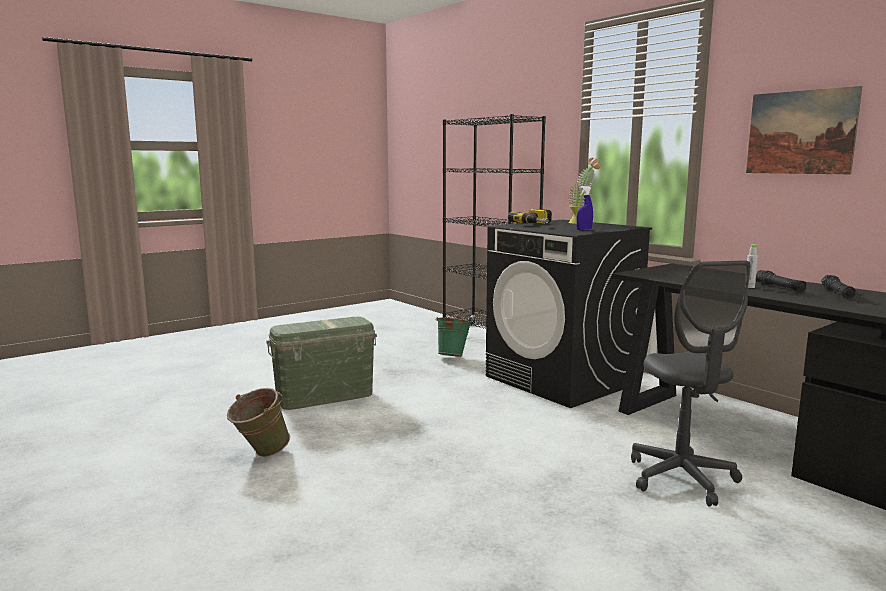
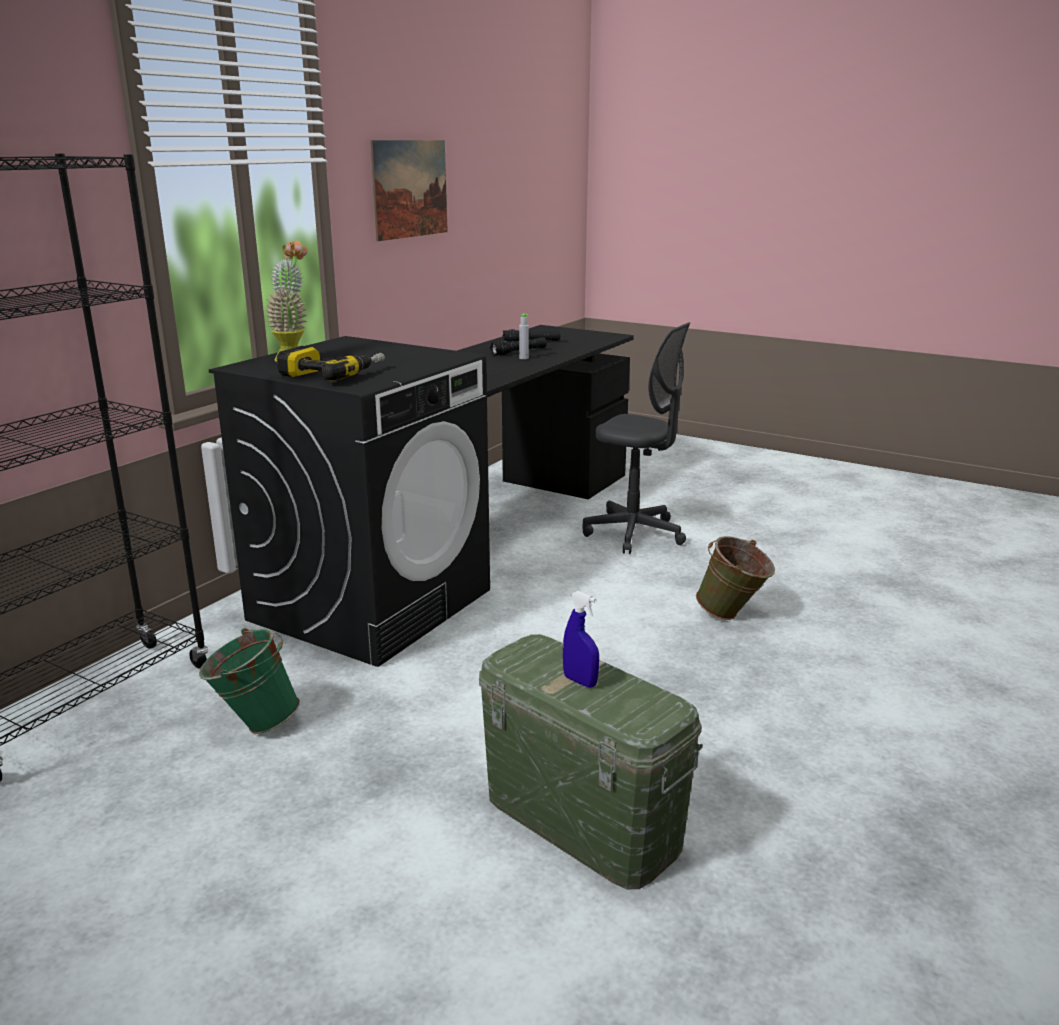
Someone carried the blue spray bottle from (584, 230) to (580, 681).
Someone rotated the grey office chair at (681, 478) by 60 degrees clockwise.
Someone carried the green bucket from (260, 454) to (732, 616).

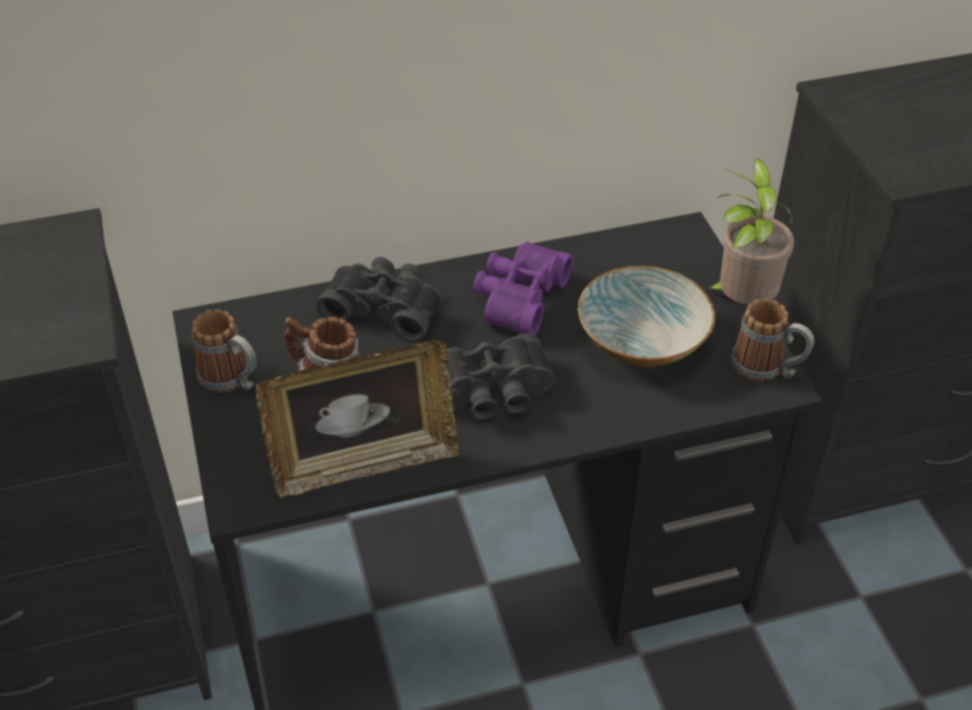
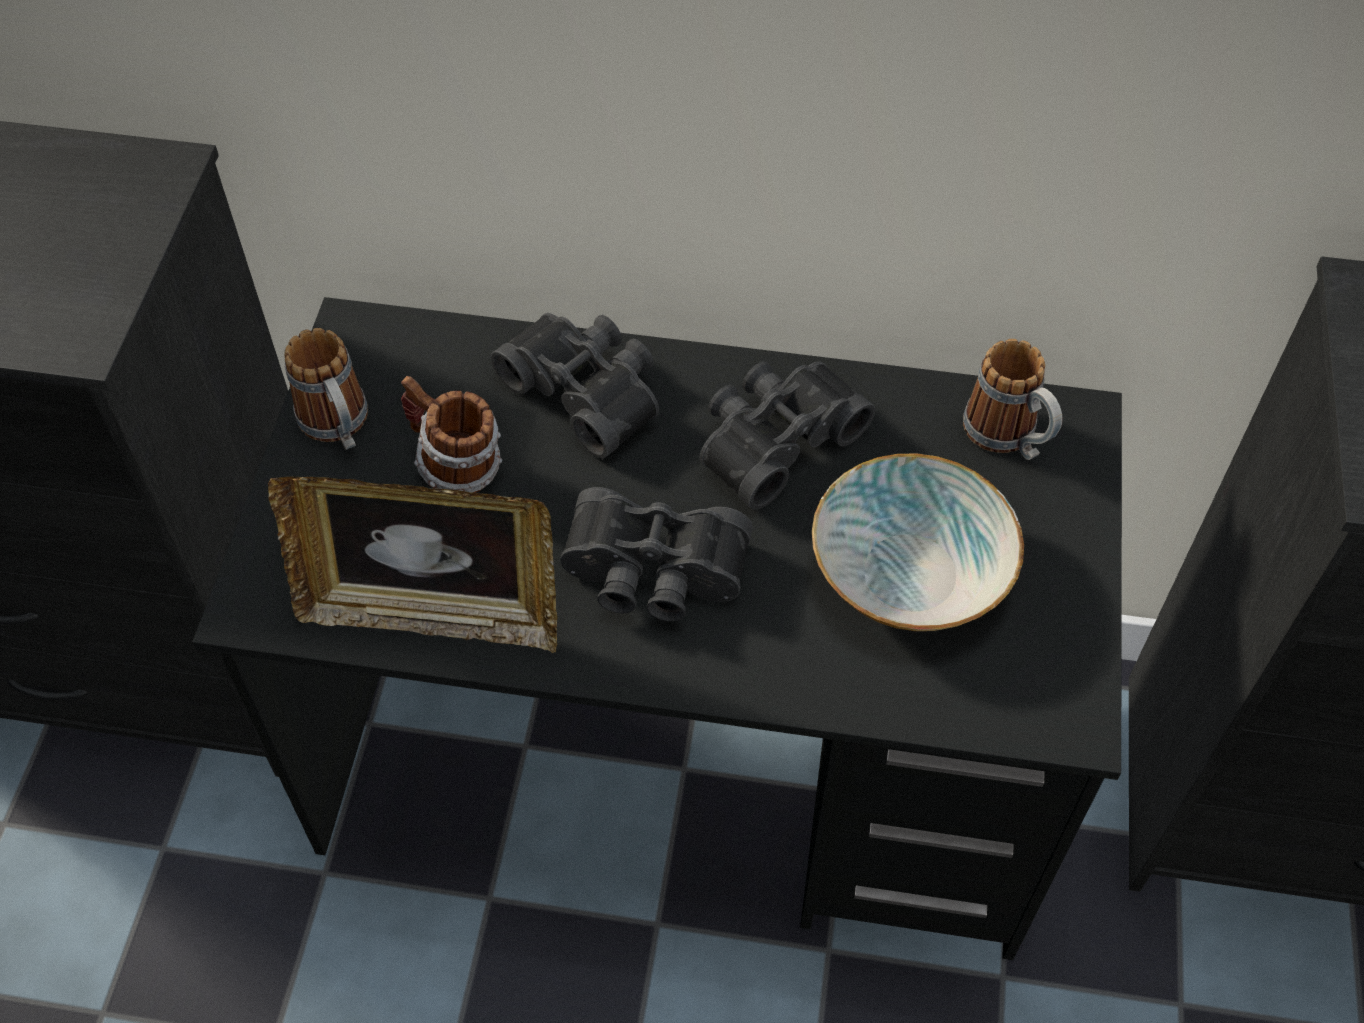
Someone took away the potted plant at (741, 302).
Someone repainted the purple binoculars at (517, 298), which became the black binoculars at (774, 439).
Someone carried the mug from (767, 370) to (1008, 438).

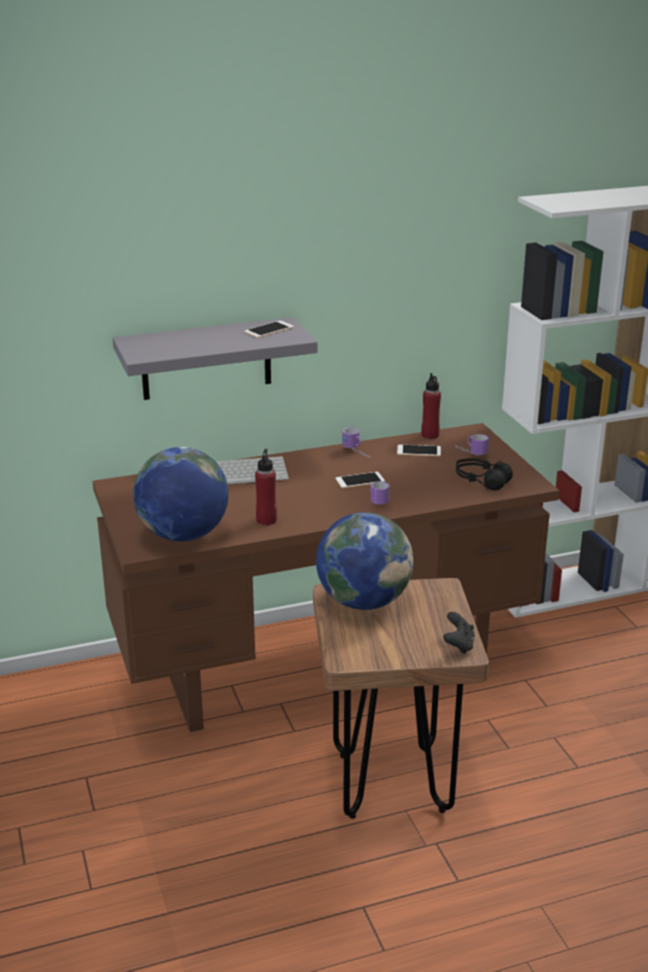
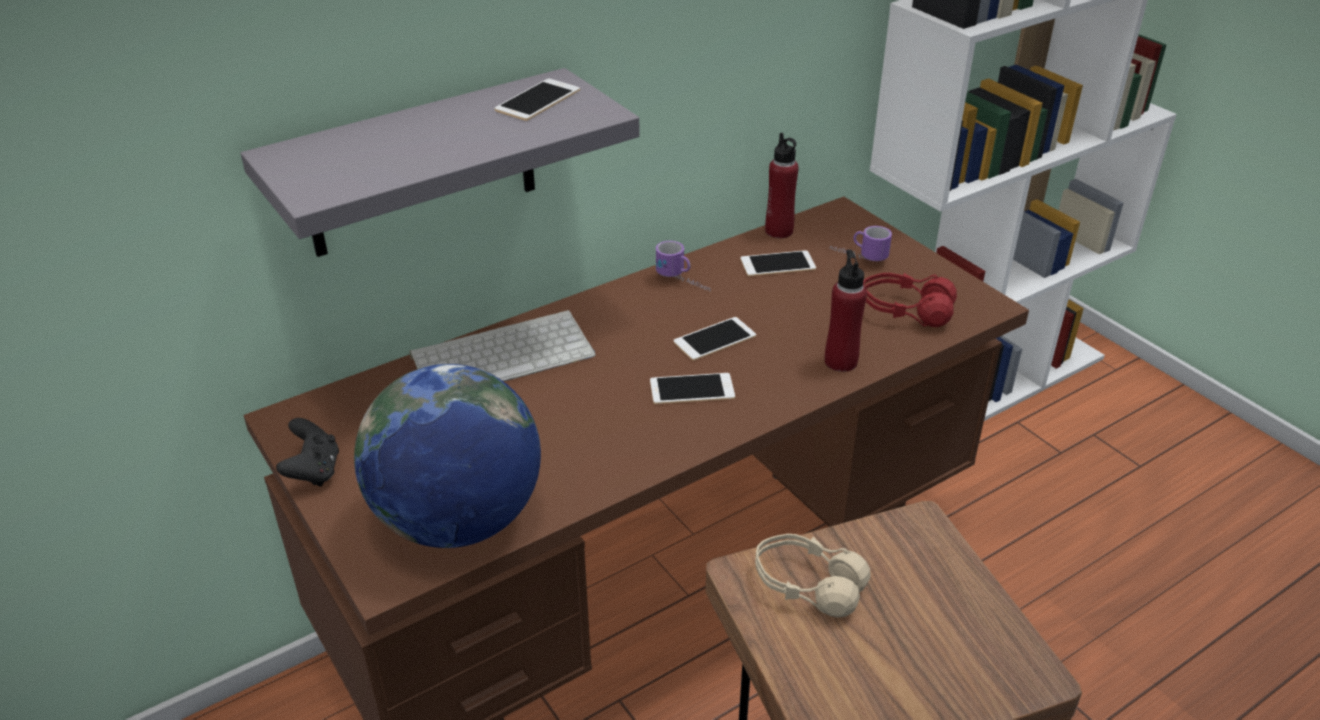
Someone carried the red bottle from (266, 520) to (841, 361).
Someone repainted the black headphones at (481, 481), which became the red headphones at (905, 311).
Someone took away the mug at (376, 500).
Someone swapped the globe at (363, 601) for the beige headphones at (807, 586).
Someone carried the black game controller from (458, 645) to (314, 471).
Someone put down the phone at (692, 389).

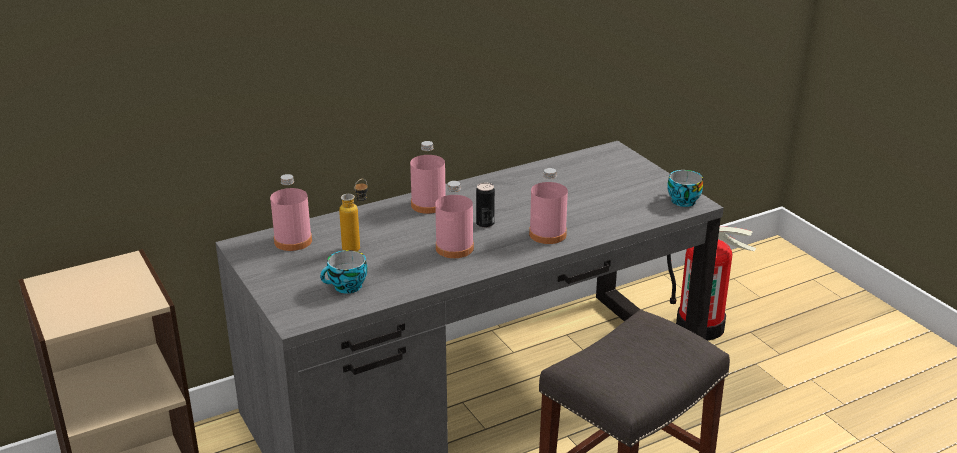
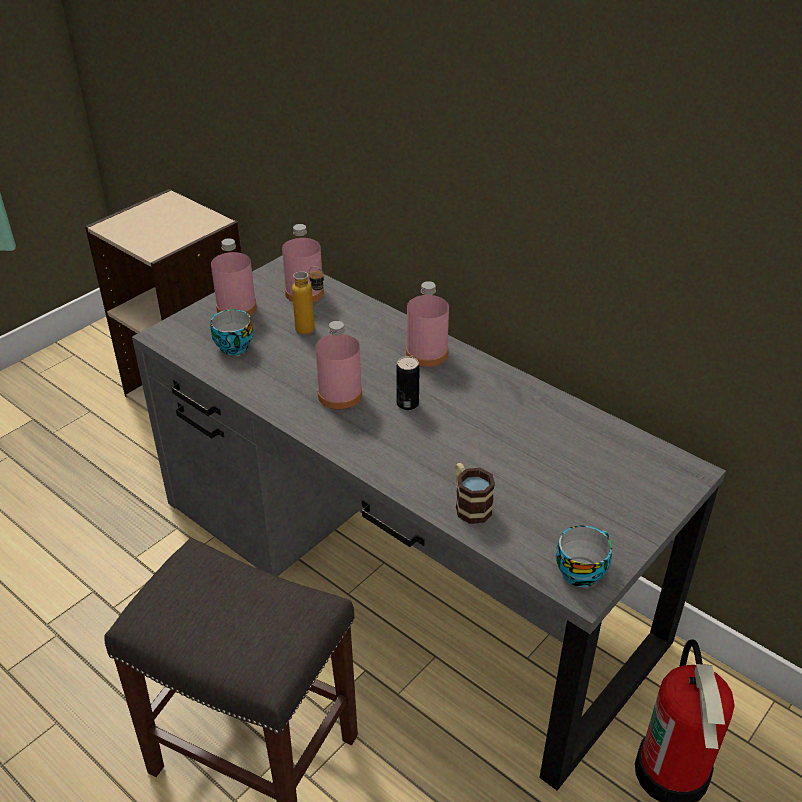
Someone carried the pink bottle from (547, 234) to (236, 308).
Someone put down the mug at (469, 505).

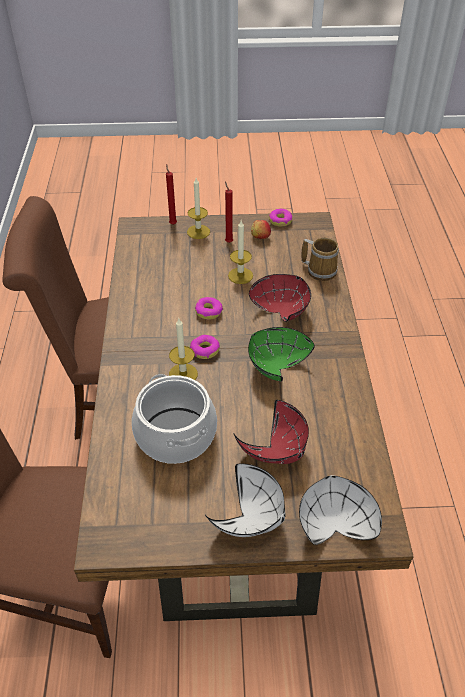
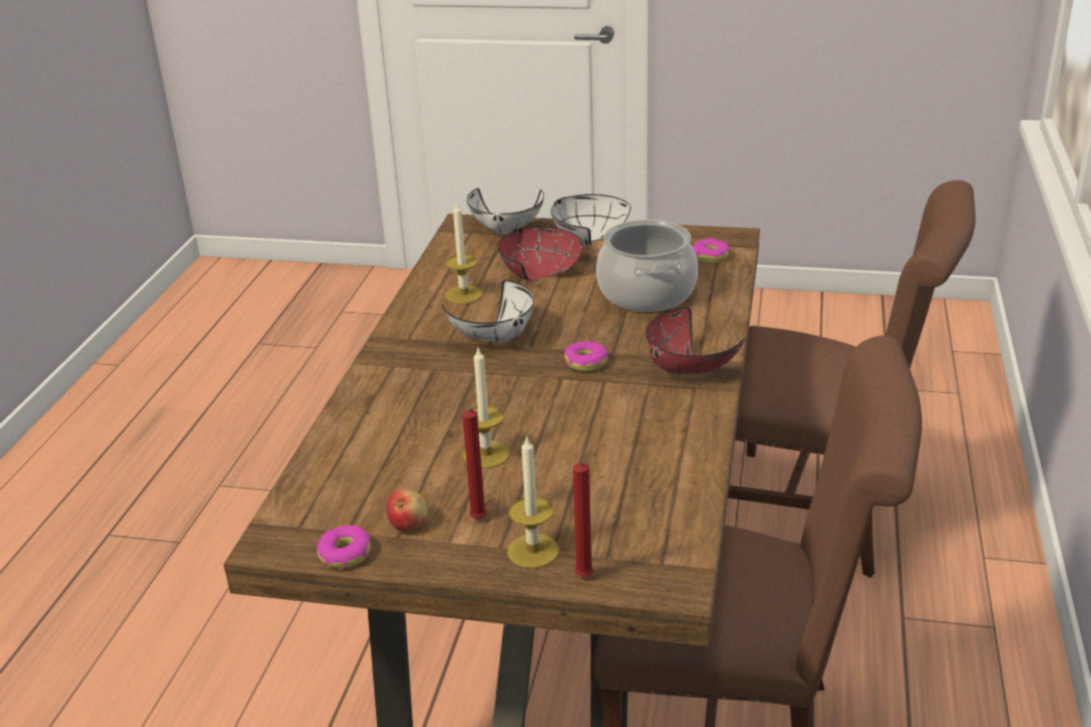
Someone took away the mug at (320, 270).
Someone carried the red bowl from (282, 309) to (686, 370).
Someone carried the donut from (209, 312) to (710, 256).
Someone carried the candle from (183, 374) to (464, 295).
Someone repainted the green bowl at (274, 366), which became the white bowl at (497, 338).

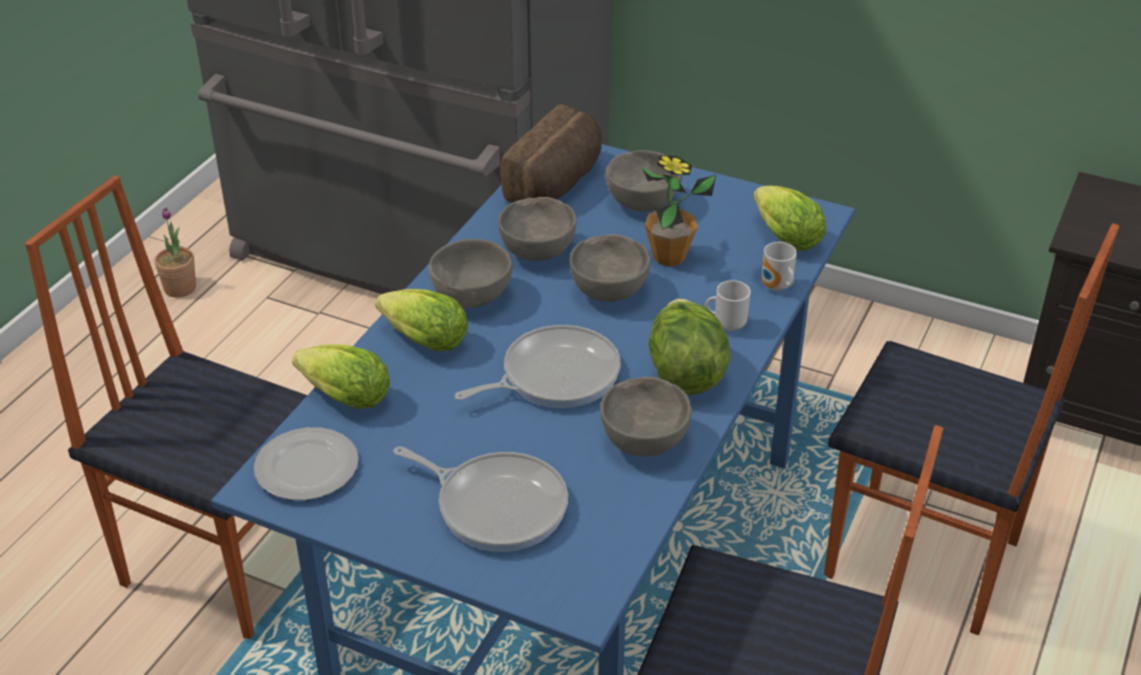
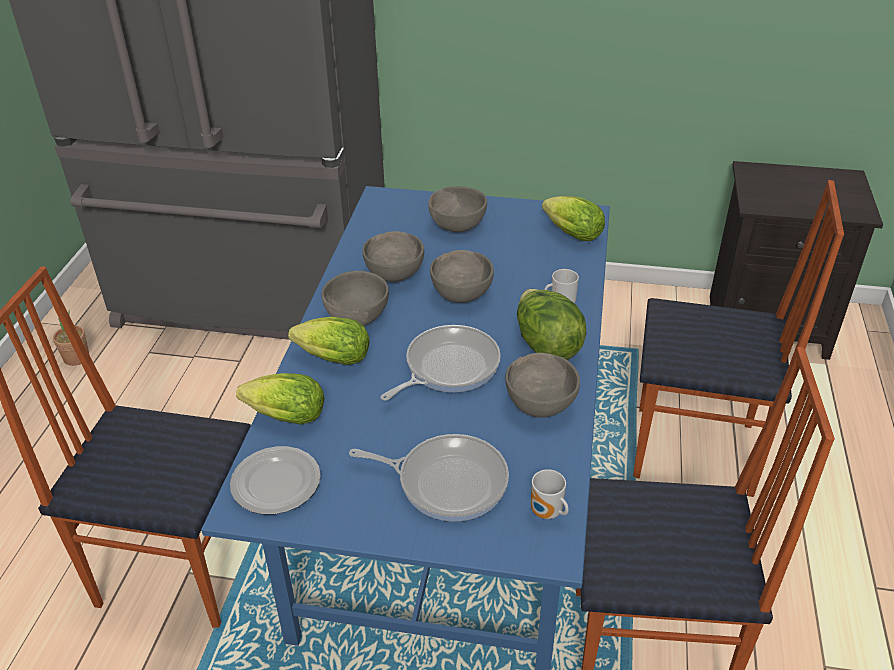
Someone took away the bread at (557, 183).
Someone took away the potted plant at (669, 257).
Someone carried the mug from (776, 287) to (547, 514).

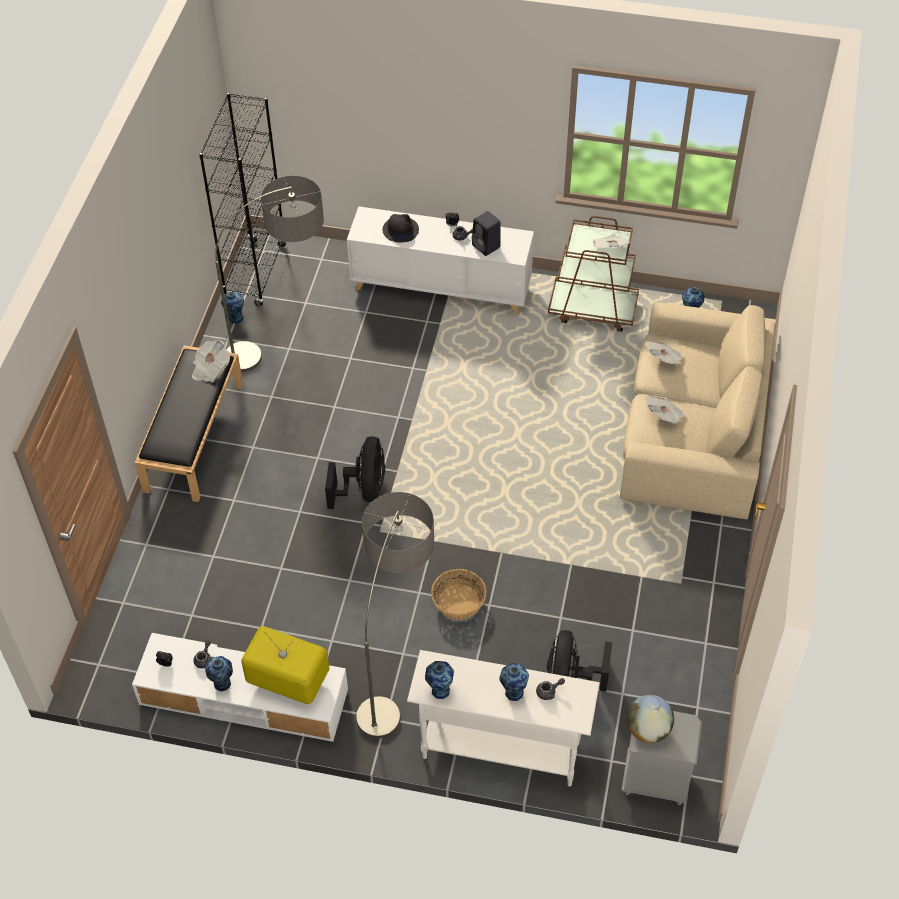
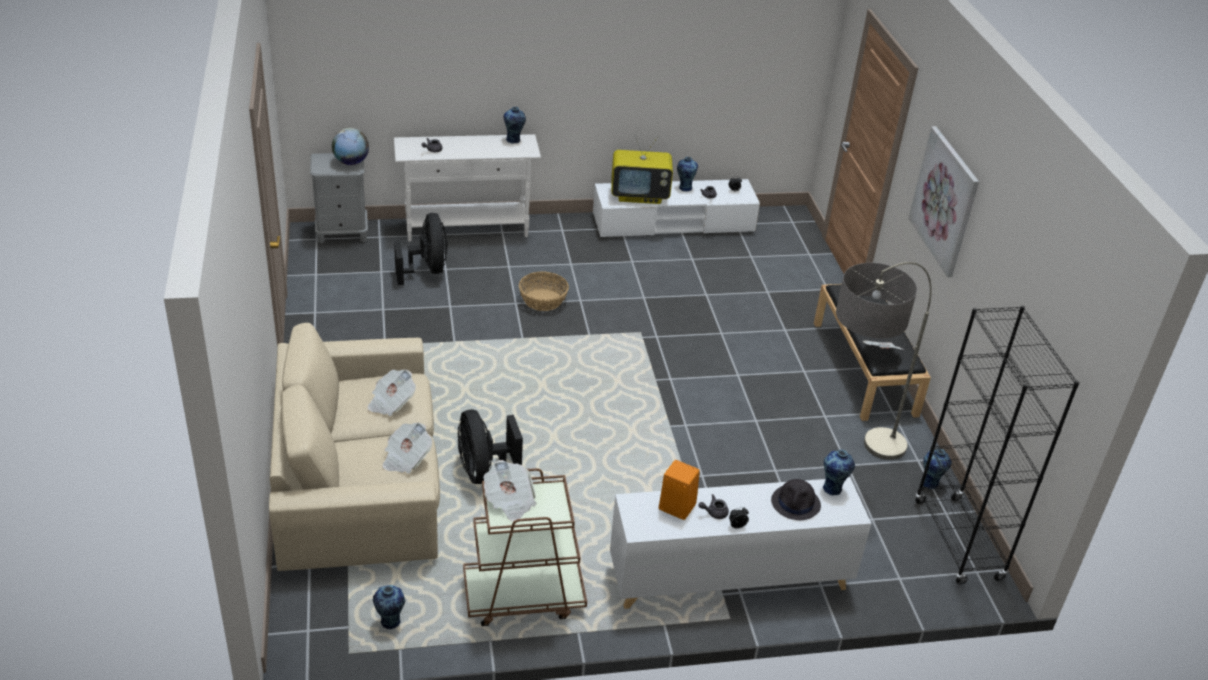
Someone repainted the black speaker at (487, 246), which became the orange speaker at (675, 507).
Someone carried the black fan from (363, 490) to (483, 470).
Someone took away the floor lamp at (396, 674).
Someone carried the vase from (513, 693) to (833, 488).
Someone put up the picture at (944, 201).

